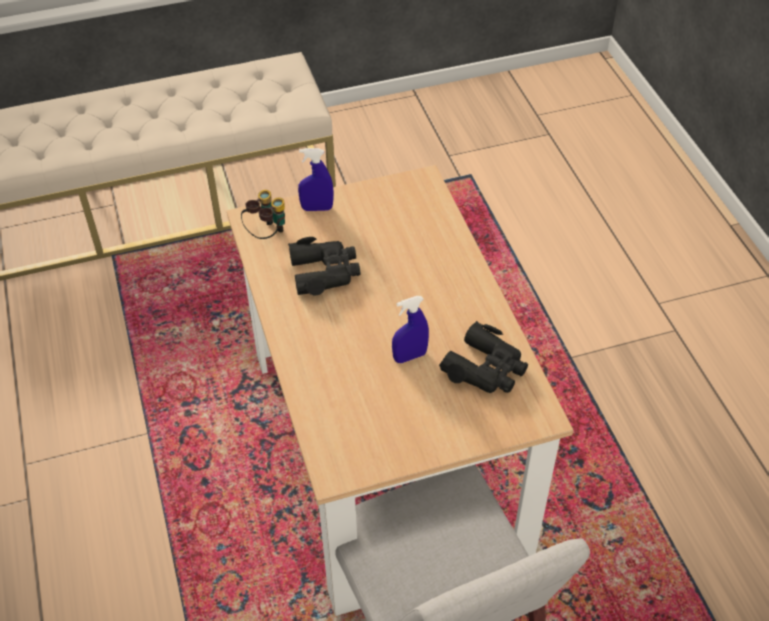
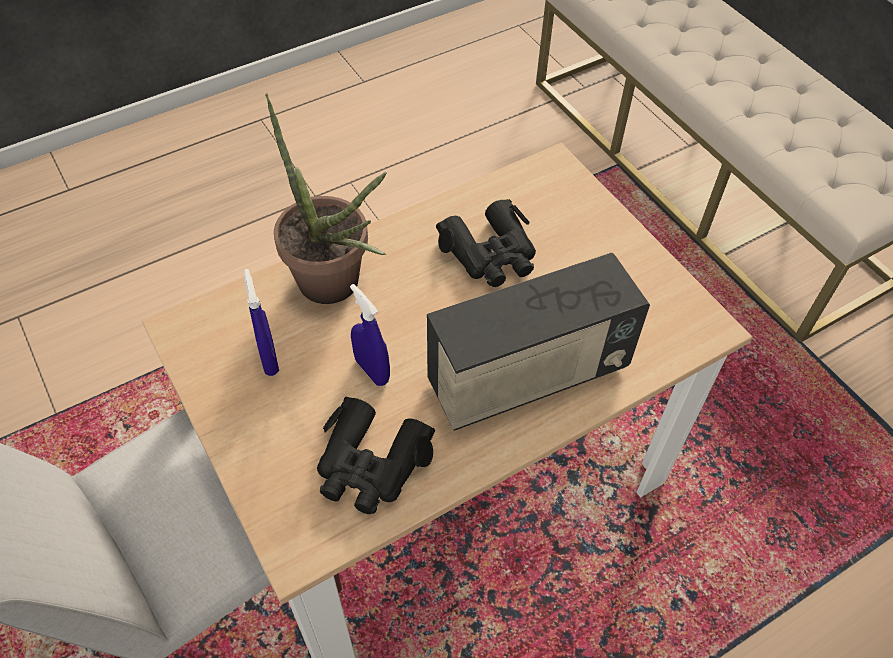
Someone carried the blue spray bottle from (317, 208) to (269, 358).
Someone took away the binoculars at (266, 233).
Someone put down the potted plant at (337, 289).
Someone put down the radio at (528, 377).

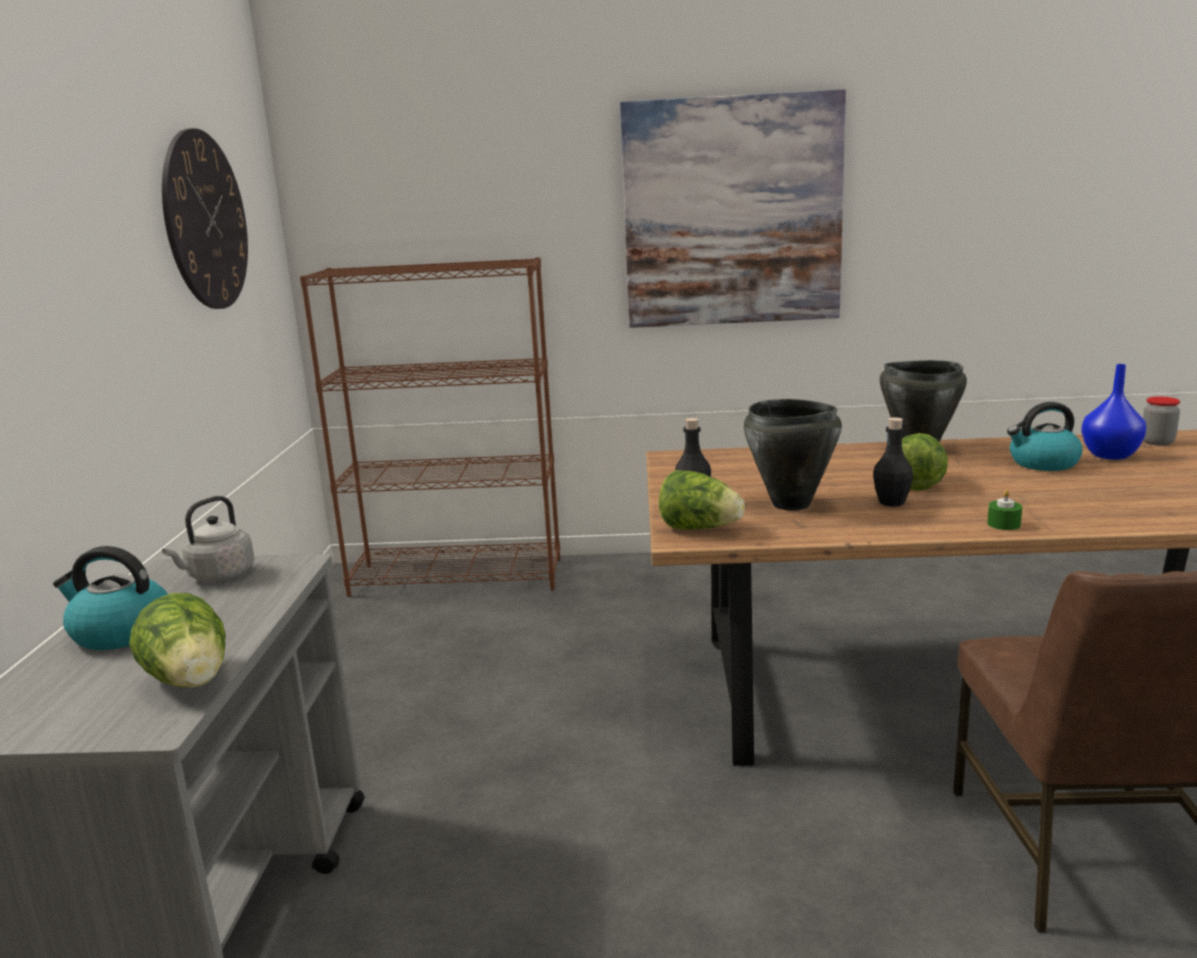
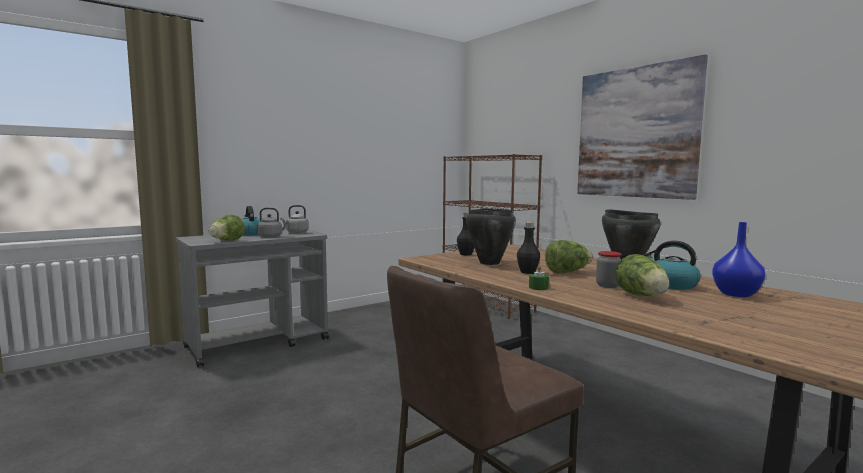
Someone took away the wall clock at (206, 221).
Someone carried the jar from (1157, 442) to (607, 285).
Someone carried the lettuce from (699, 529) to (642, 296).
Someone put down the grey kettle at (271, 236).

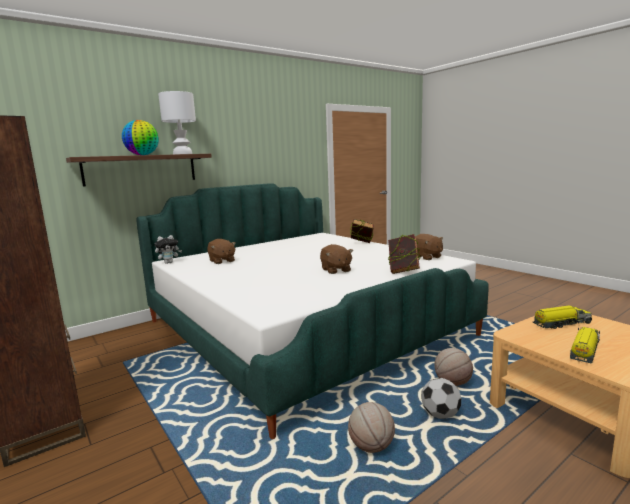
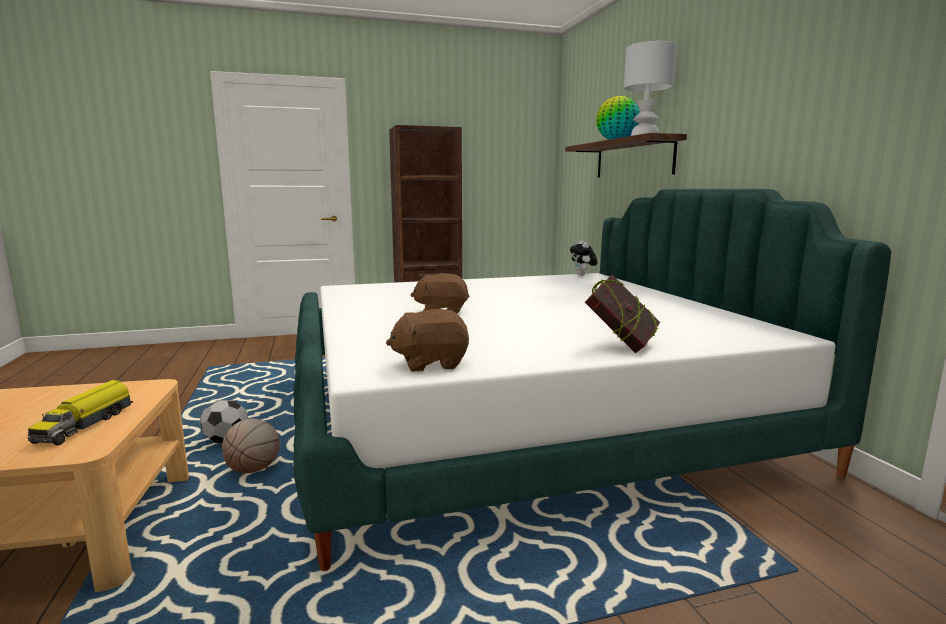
Someone took away the book at (403, 271).
Someone took away the brown plush toy at (222, 261).
Someone took away the toy truck at (584, 350).
Someone took away the basketball at (371, 447).

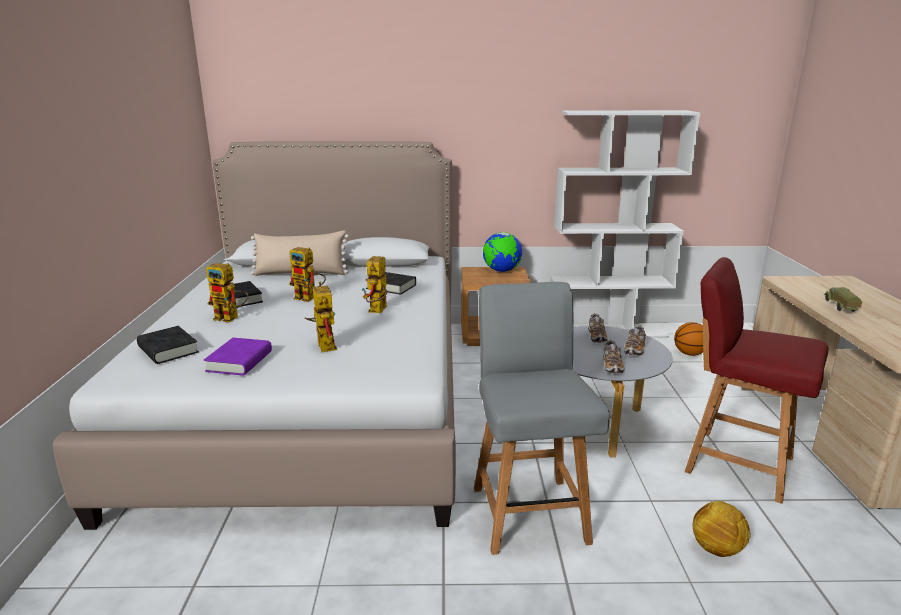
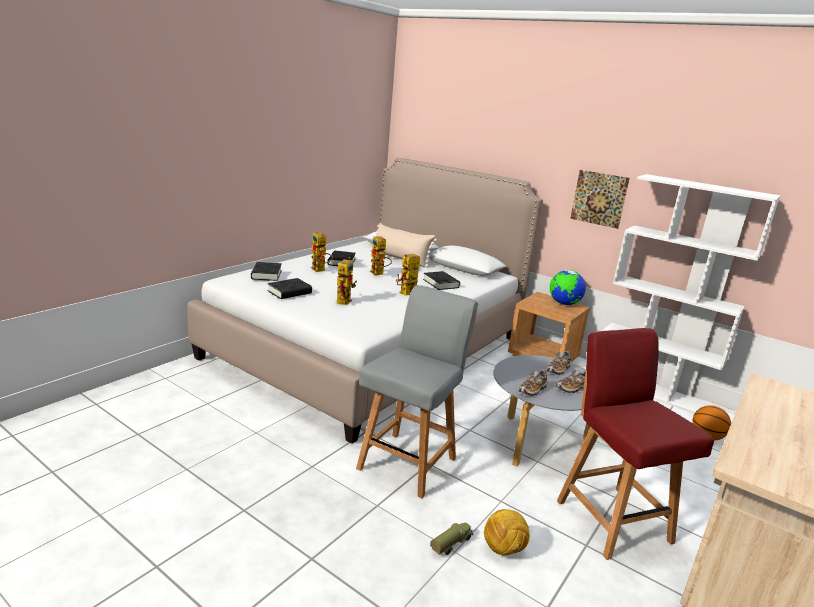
Someone carried the toy truck from (840, 307) to (450, 544).
Someone repainted the purple book at (239, 361), which became the black book at (289, 292).
Someone put up the picture at (599, 199).

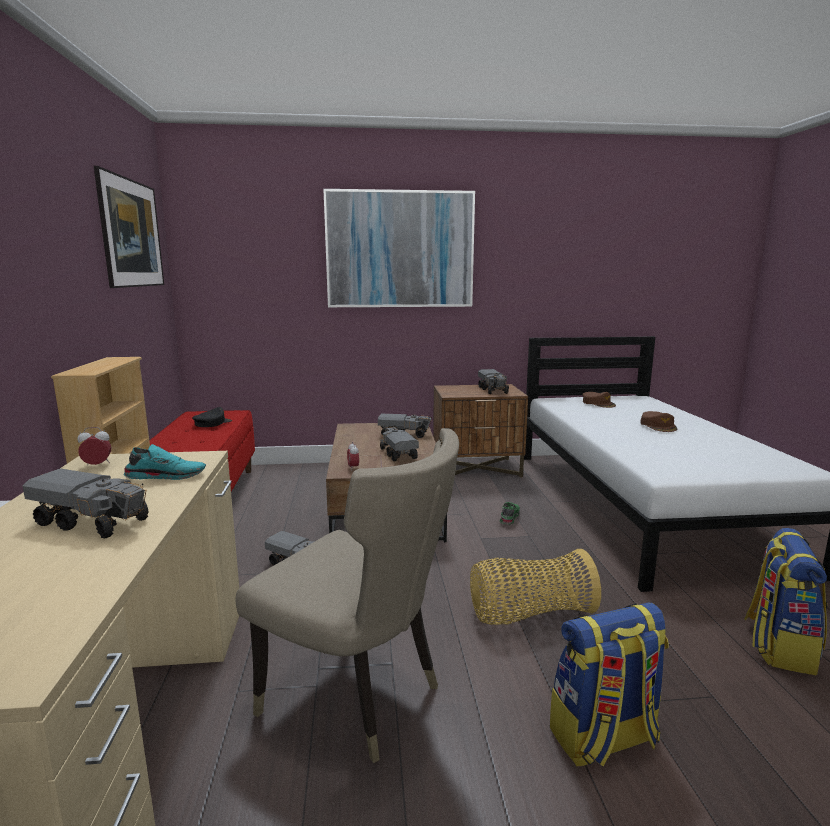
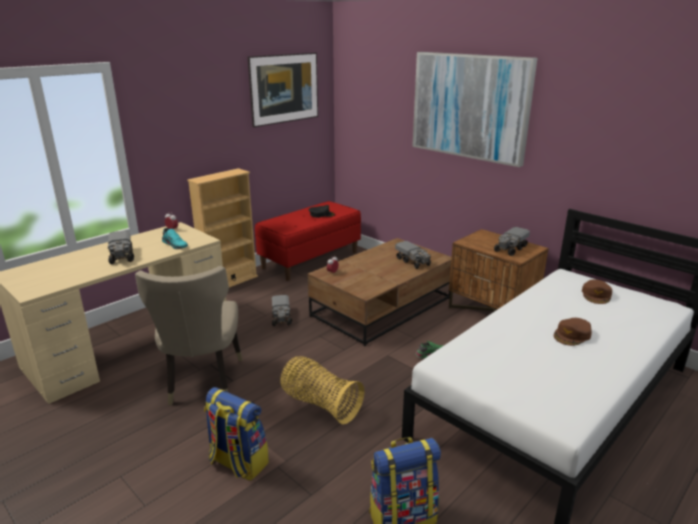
Someone took away the toy truck at (398, 453).

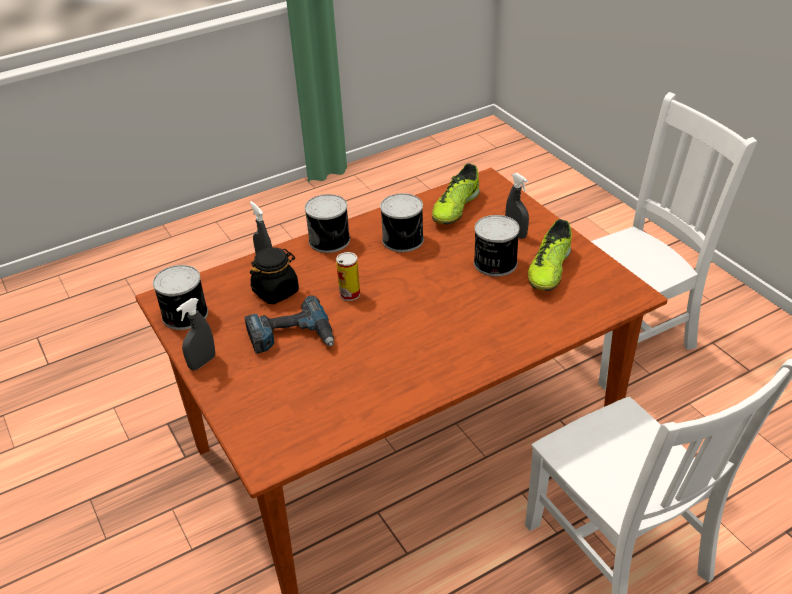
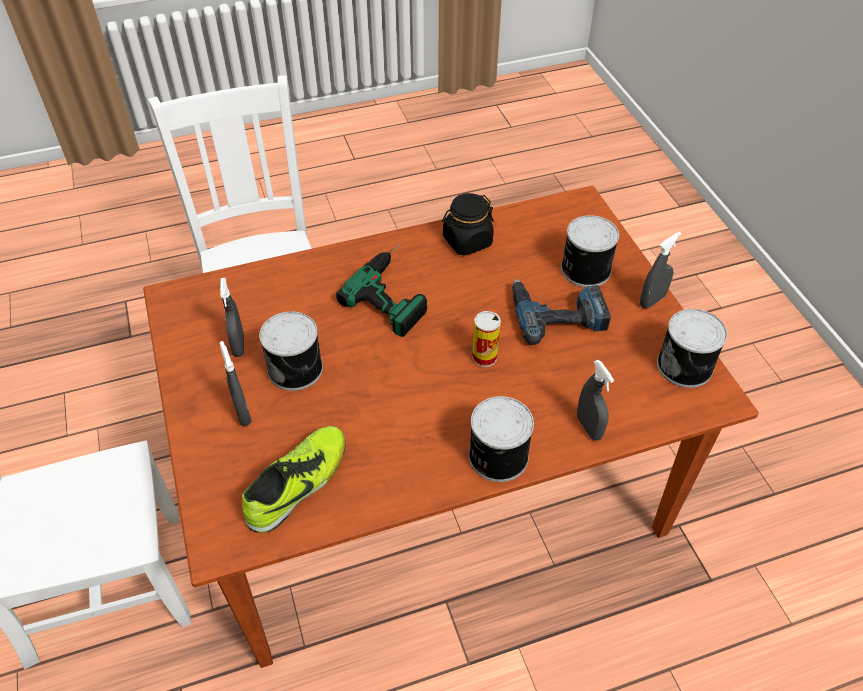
Someone carried the can from (404, 240) to (584, 269).
Someone swapped the shoe at (549, 269) for the grey spray bottle at (238, 345).
Someone carried the black jar from (276, 291) to (467, 241).
Someone put down the power drill at (396, 290).

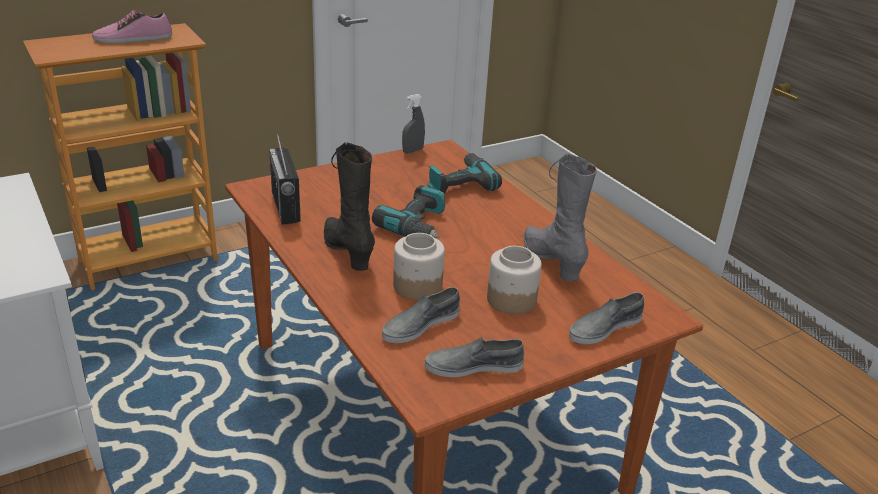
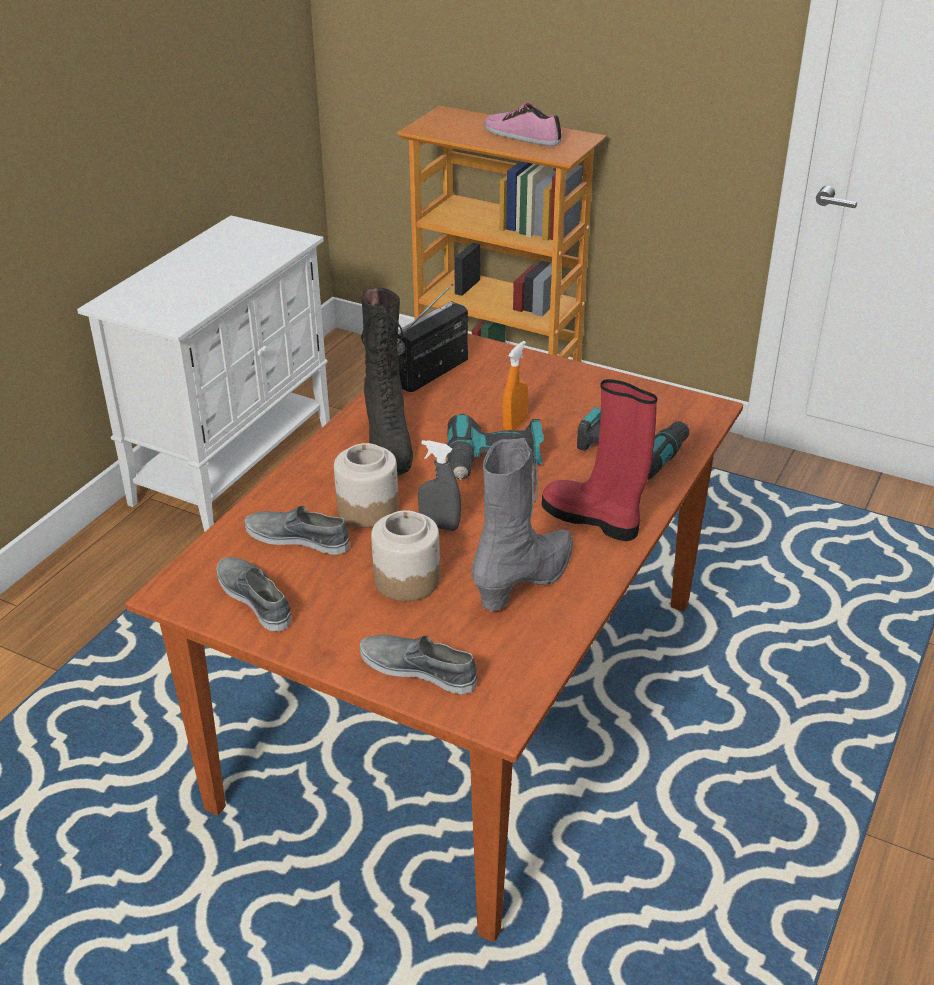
Someone carried the grey spray bottle from (412, 151) to (439, 526).
Someone rotated the black boot at (348, 251) by 135 degrees clockwise.
Someone put down the orange spray bottle at (514, 425).
Someone put down the red boot at (593, 519).

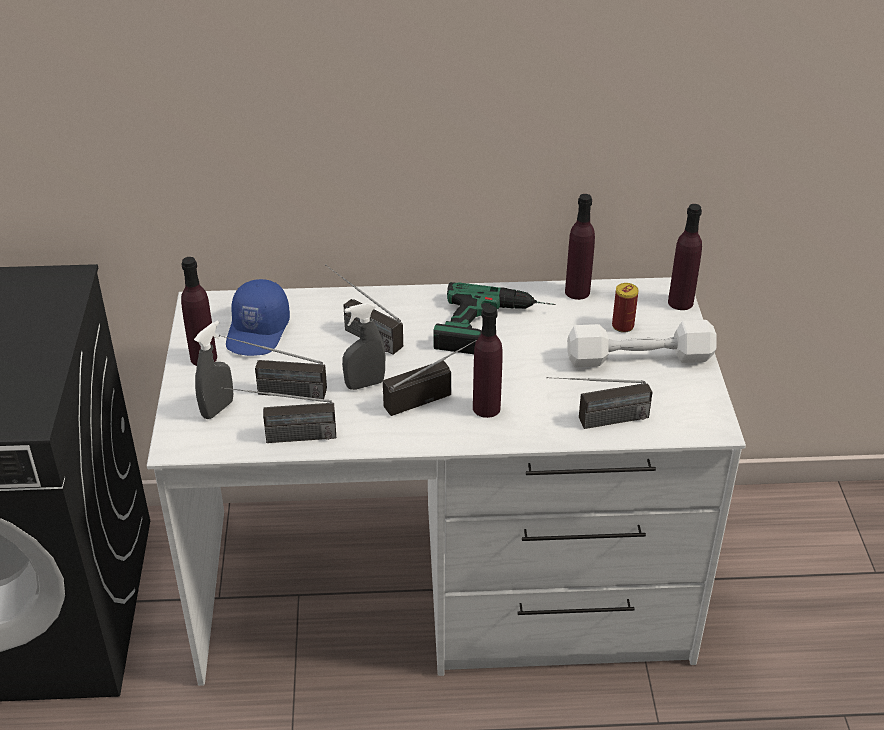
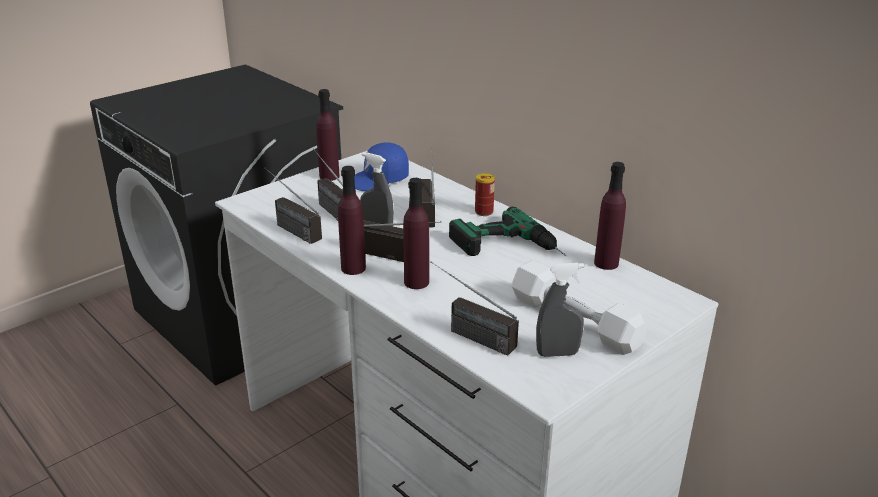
Someone carried the purple bottle from (680, 302) to (353, 268).
Someone carried the can from (622, 326) to (484, 212).
Someone carried the grey spray bottle from (217, 409) to (557, 353).

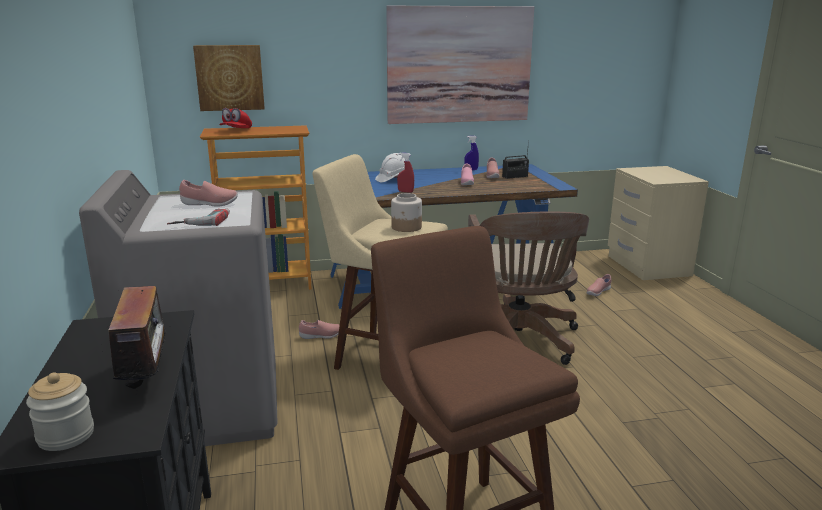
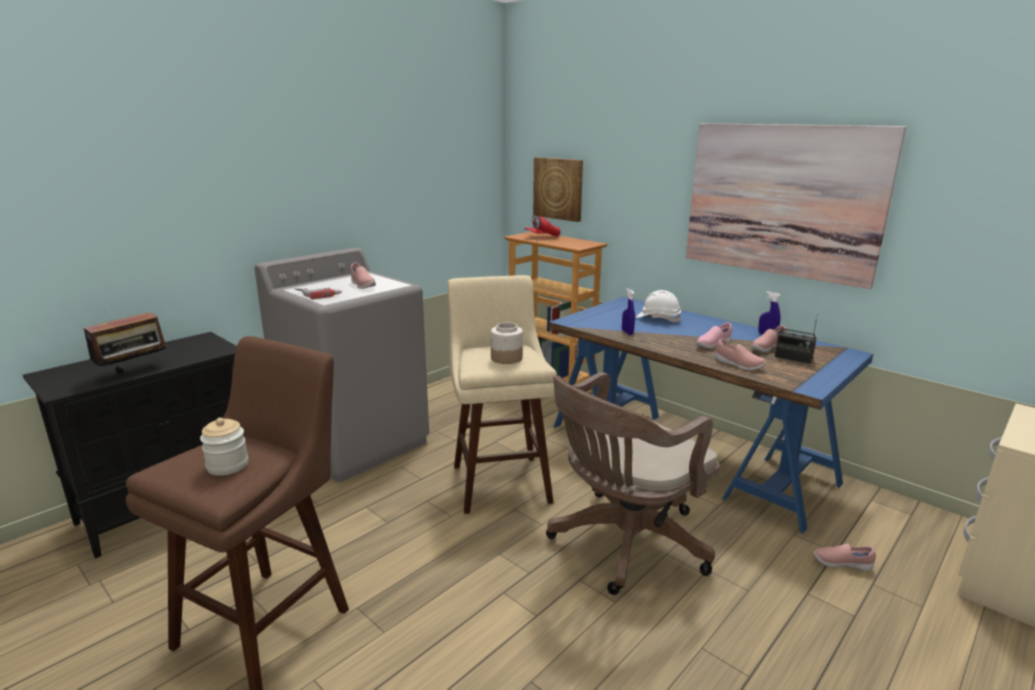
Someone repainted the red spray bottle at (405, 191), which became the blue spray bottle at (627, 332).
Someone carried the pink shoe from (320, 336) to (738, 365).
Someone carried the jar from (66, 436) to (227, 465).

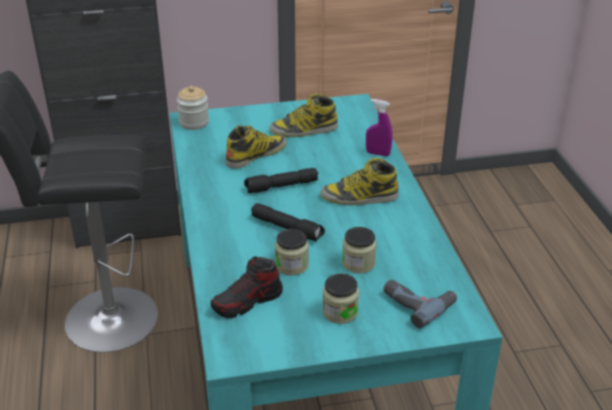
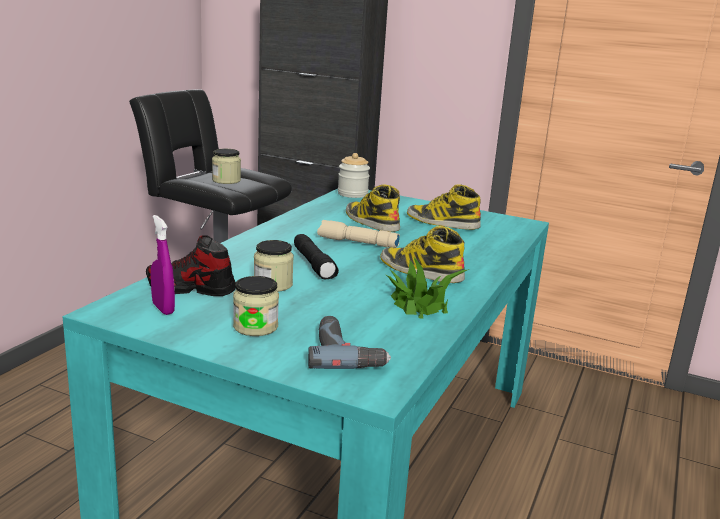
Someone carried the purple spray bottle from (377, 154) to (163, 308).
Someone rotated the boot at (256, 155) by 120 degrees counterclockwise.
Someone repainted the black flashlight at (281, 187), which became the beige flashlight at (357, 243).
Someone carried the jar from (358, 263) to (226, 180).
Someone put down the potted plant at (419, 304).

